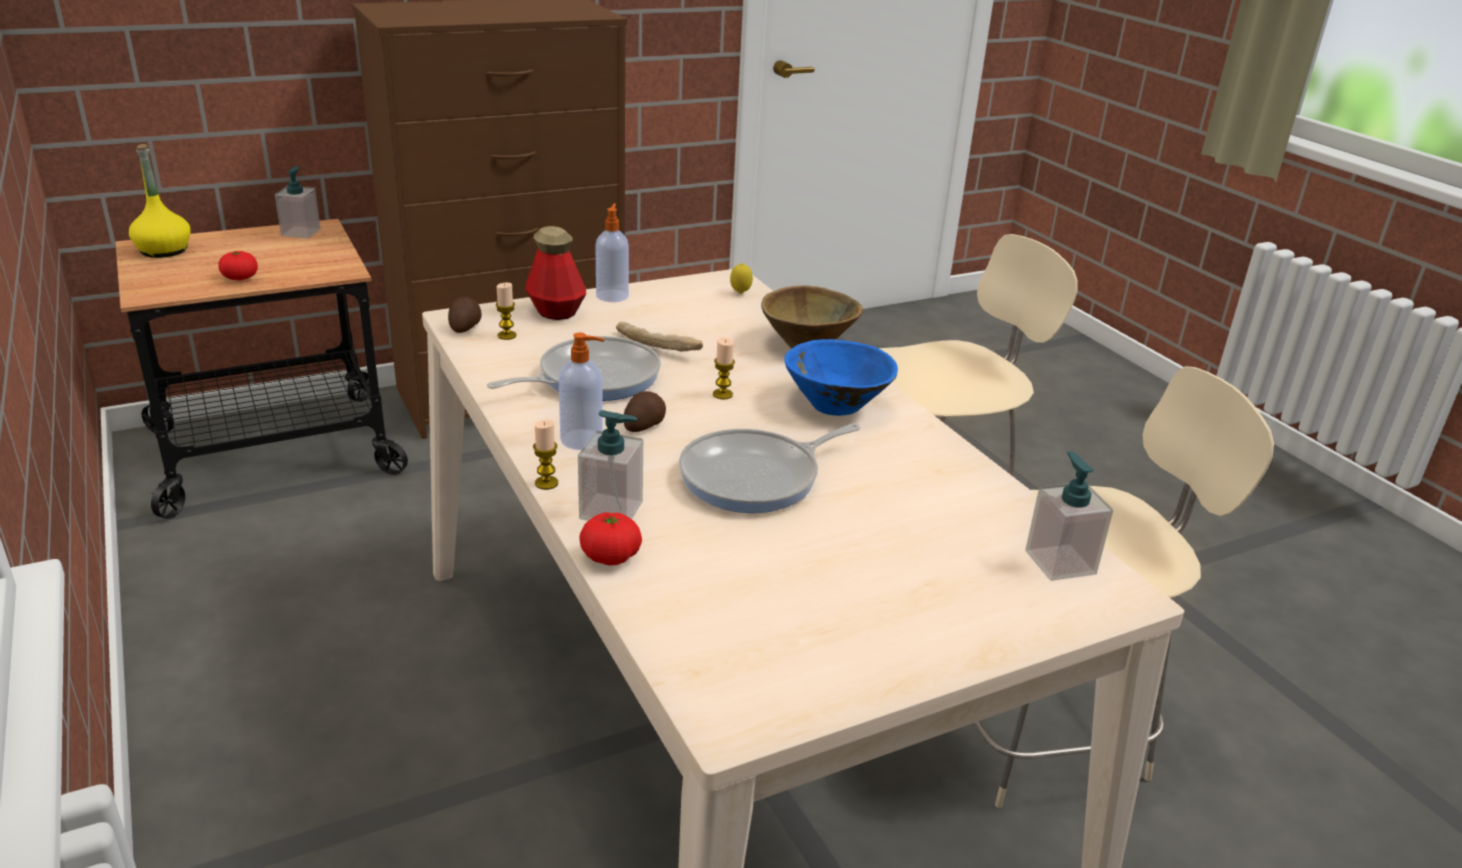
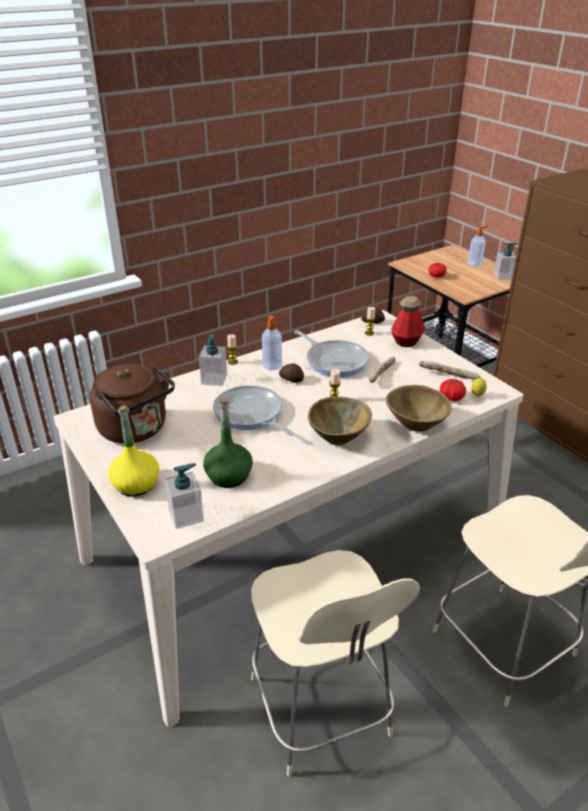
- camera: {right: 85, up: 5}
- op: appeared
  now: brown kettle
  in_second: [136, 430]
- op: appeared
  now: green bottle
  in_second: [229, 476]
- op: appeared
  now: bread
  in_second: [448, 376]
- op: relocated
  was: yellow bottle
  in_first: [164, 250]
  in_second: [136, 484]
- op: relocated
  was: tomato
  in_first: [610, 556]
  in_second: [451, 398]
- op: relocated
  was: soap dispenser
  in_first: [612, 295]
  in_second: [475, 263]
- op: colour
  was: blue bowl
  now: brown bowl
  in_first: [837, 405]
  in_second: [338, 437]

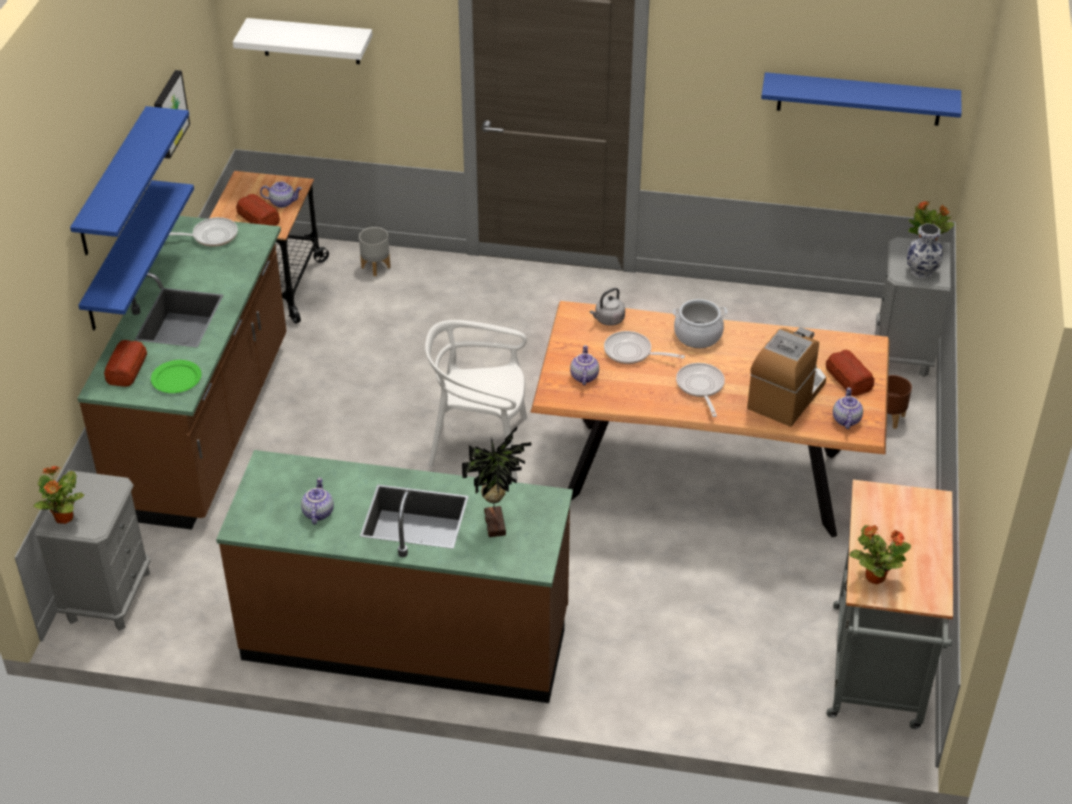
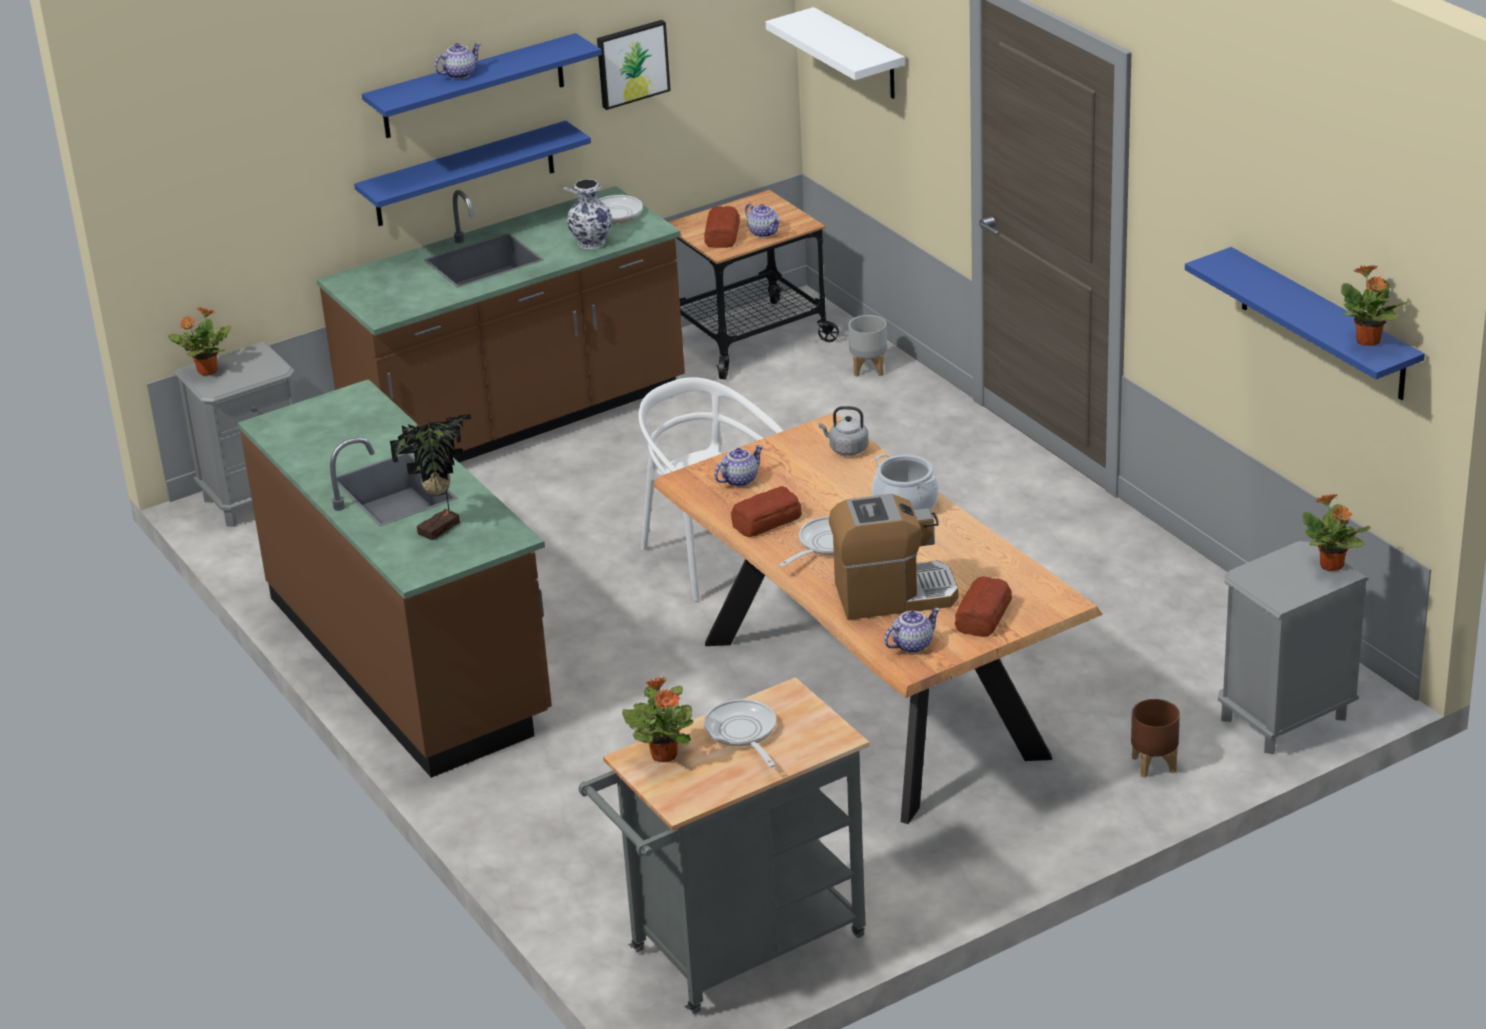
- camera: {right: 50, up: -10}
- op: missing
  was: green plate
  in_first: [176, 378]
- op: appeared
  now: potted plant
  in_second: [1368, 341]
- op: relocated
  was: bread
  in_first: [126, 369]
  in_second: [765, 521]
- op: relocated
  was: teapot
  in_first: [317, 512]
  in_second: [459, 74]
- op: relocated
  was: frying pan
  in_first: [632, 353]
  in_second: [742, 733]
- op: relocated
  was: vase
  in_first: [921, 271]
  in_second: [591, 242]

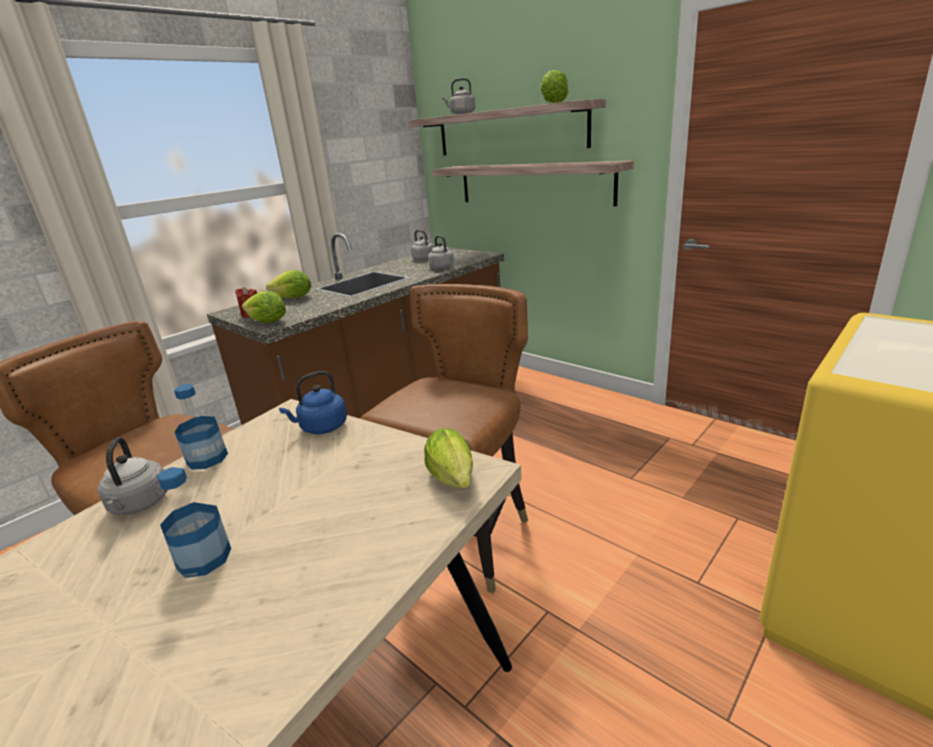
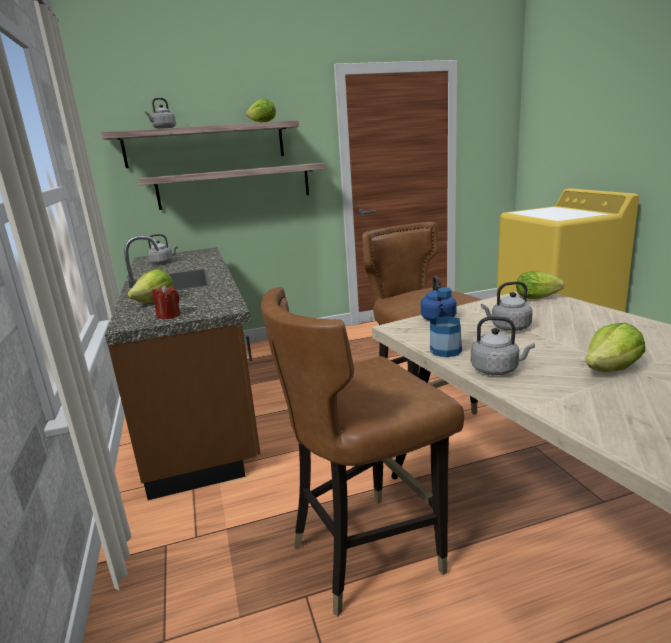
- camera: {right: -60, up: -5}
- op: missing
  was: bottle
  in_first: [204, 558]
- op: relocated
  was: lettuce
  in_first: [267, 322]
  in_second: [611, 370]
- op: relocated
  was: grey kettle
  in_first: [441, 267]
  in_second: [508, 327]

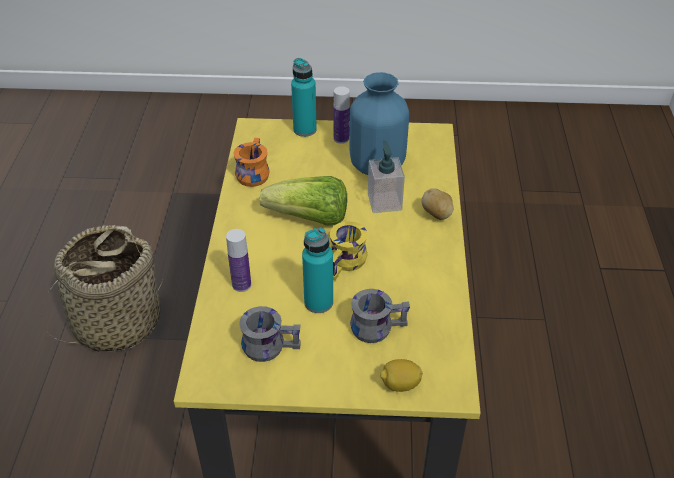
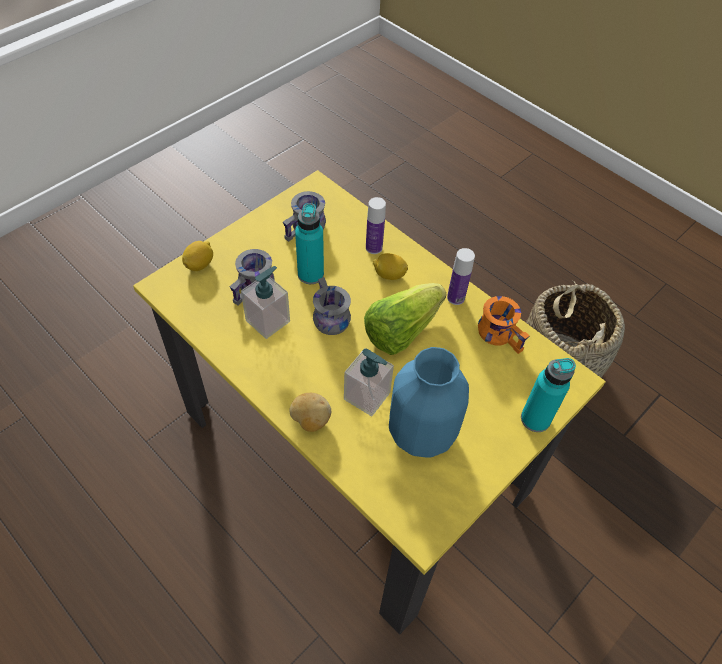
- camera: {right: 130, up: 10}
- op: appeared
  now: soap dispenser
  in_second: [268, 321]
- op: appeared
  now: lemon
  in_second: [389, 275]
- op: relocated
  was: bottle
  in_first: [341, 138]
  in_second: [455, 298]
- op: colour
  was: yellow mug
  now: grey mug
  in_first: [347, 263]
  in_second: [327, 317]

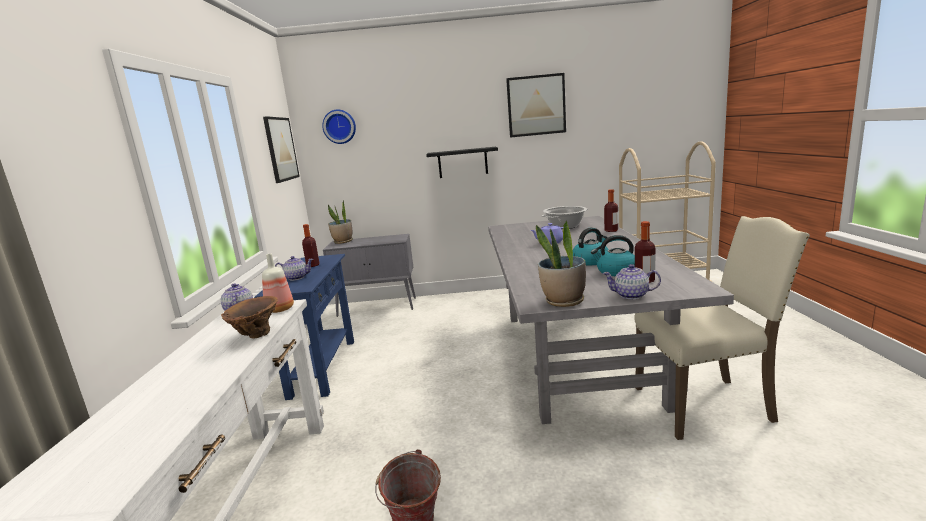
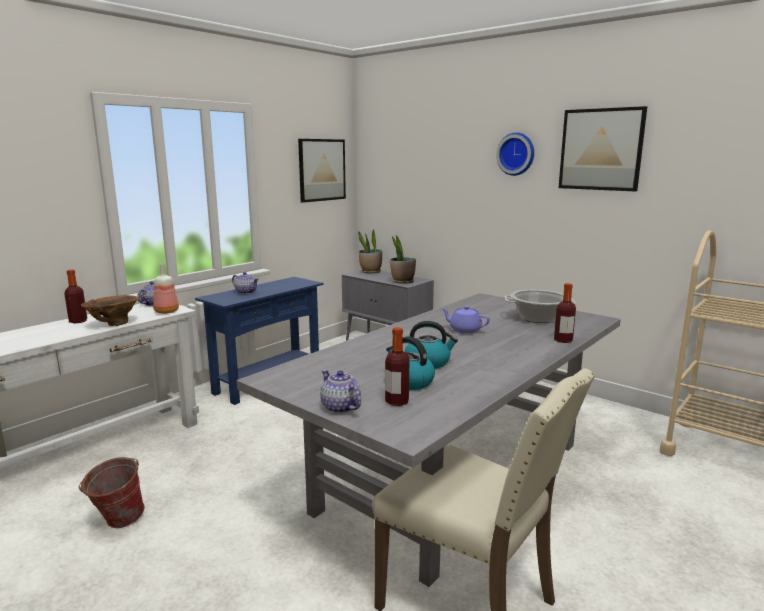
- camera: {right: 40, up: 0}
- op: missing
  was: black shelf
  in_first: [462, 162]
- op: relocated
  was: bottle
  in_first: [313, 265]
  in_second: [78, 321]
- op: relocated
  was: wall clock
  in_first: [339, 126]
  in_second: [516, 154]
- op: relocated
  was: potted plant
  in_first: [563, 301]
  in_second: [402, 281]

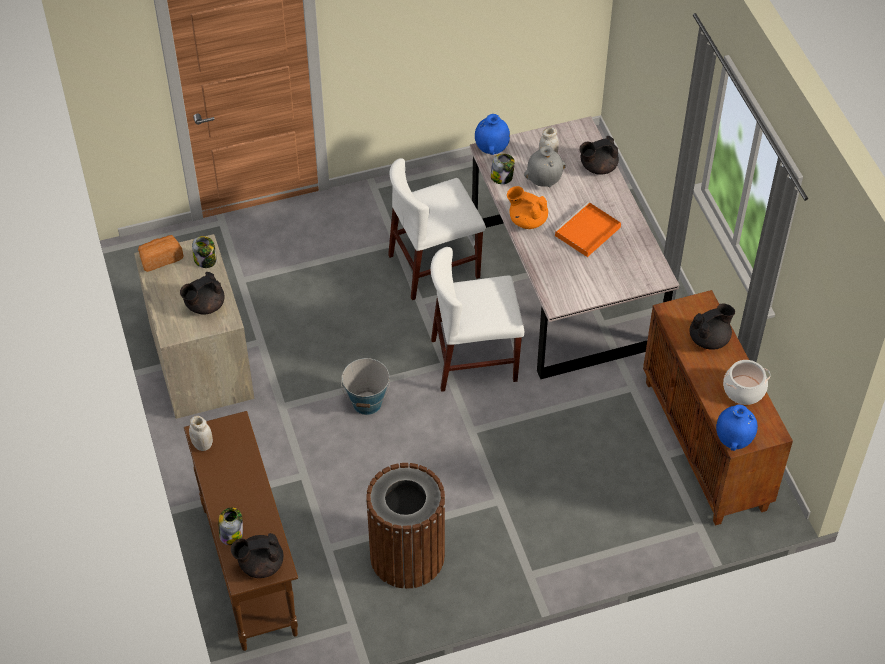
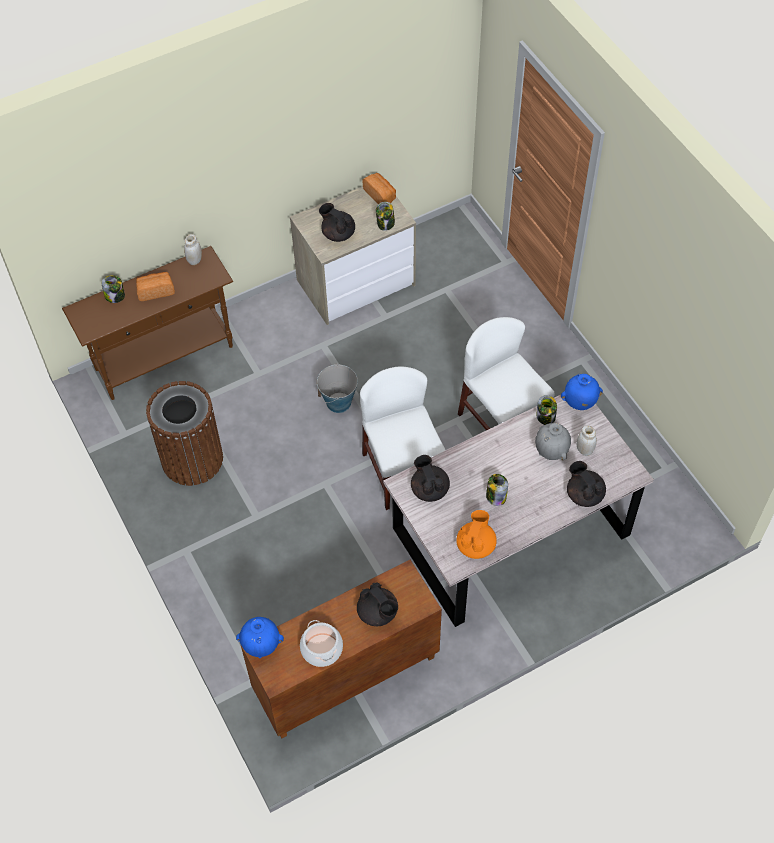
- camera: {right: 80, up: 5}
- op: appeared
  now: bread
  in_second: [155, 291]
- op: relocated
  was: black teapot
  in_first: [260, 564]
  in_second: [429, 489]
- op: relocated
  was: orange teapot
  in_first: [527, 220]
  in_second: [476, 545]
- op: exchanged
  was: orange tray
  now: jar
  in_first: [587, 232]
  in_second: [496, 496]

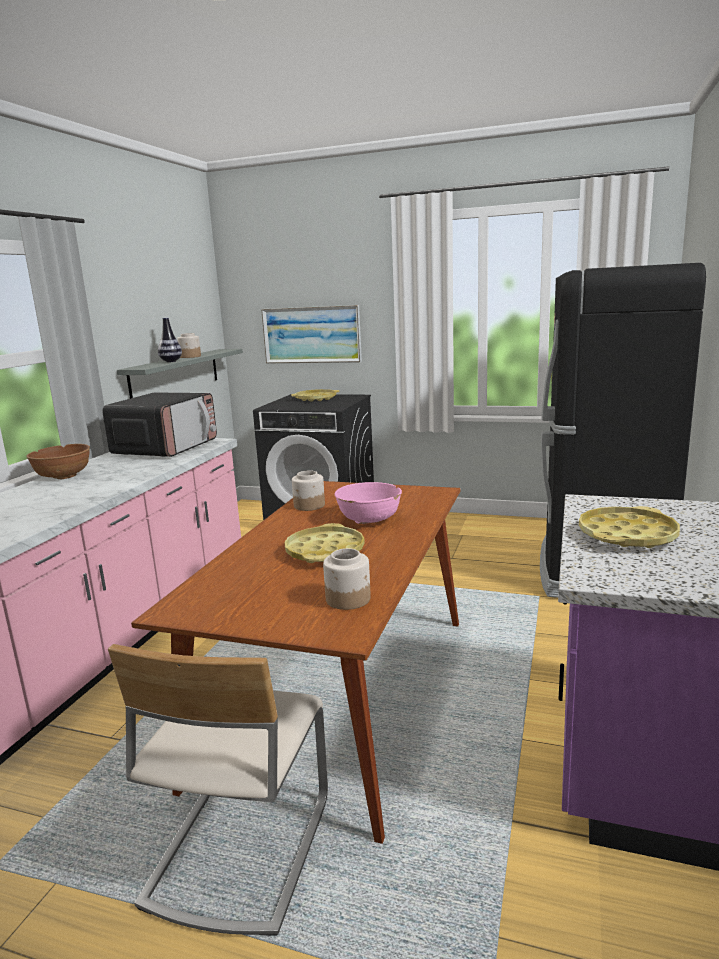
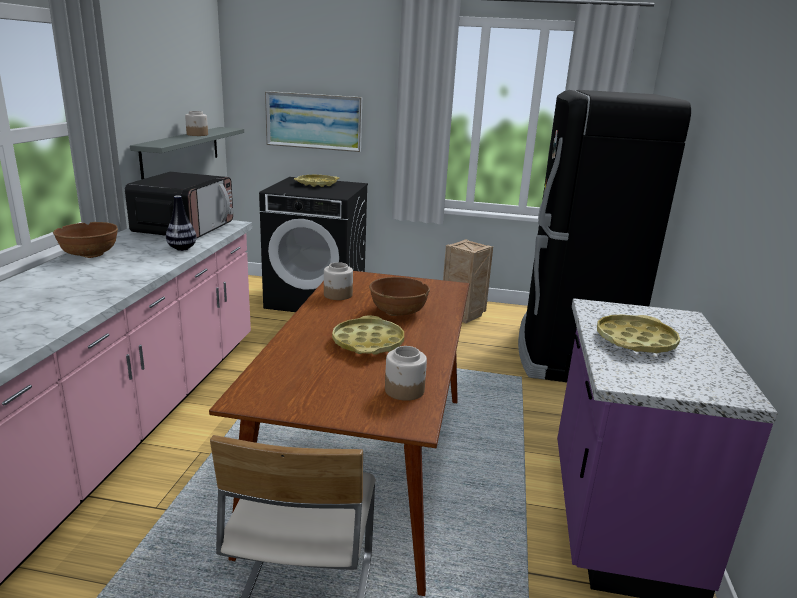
- camera: {right: -10, up: 5}
- op: appeared
  now: crate
  in_second: [463, 315]
- op: relocated
  was: vase
  in_first: [171, 361]
  in_second: [182, 248]
- op: colour
  was: pink bowl
  now: brown bowl
  in_first: [369, 520]
  in_second: [398, 312]

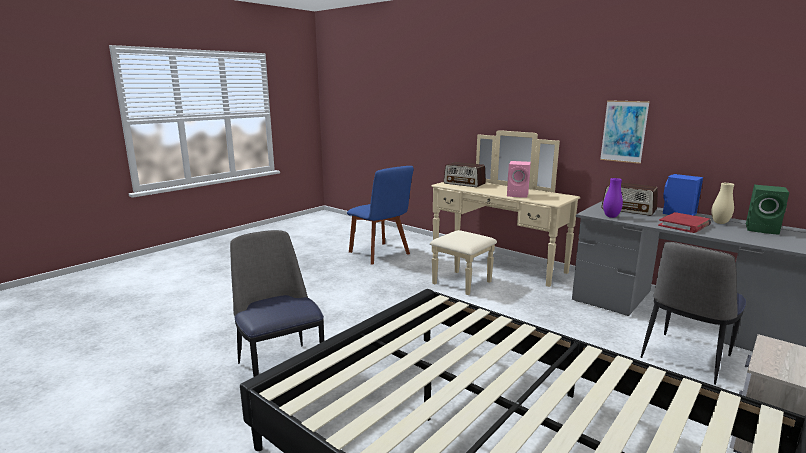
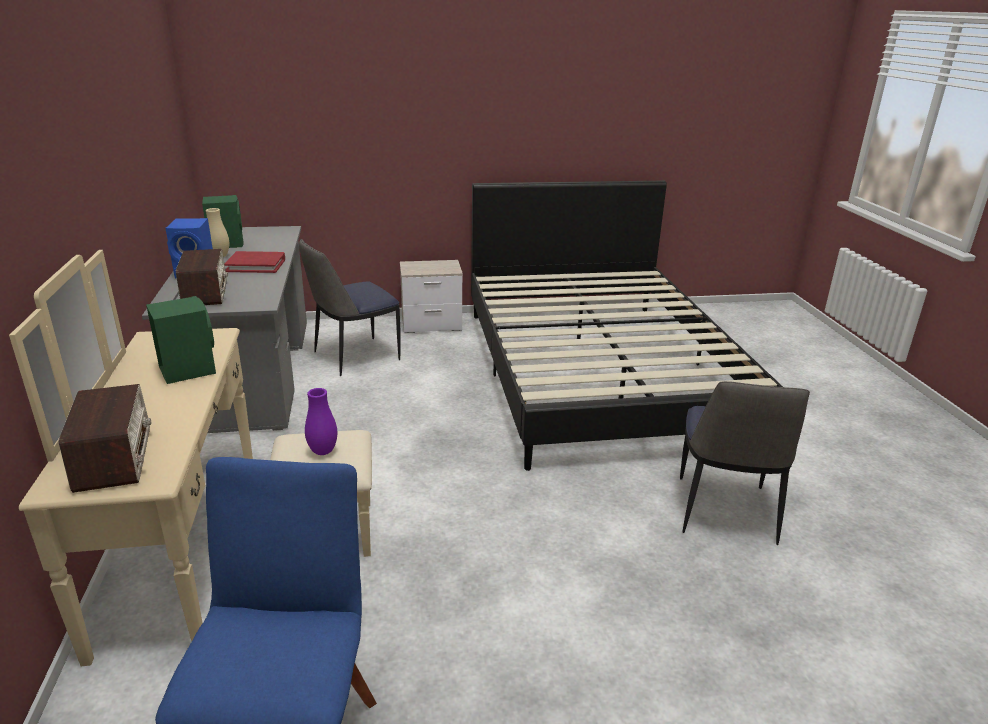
- camera: {right: -140, up: 10}
- op: missing
  was: picture
  in_first: [624, 131]
- op: relocated
  was: purple vase
  in_first: [611, 216]
  in_second: [323, 451]
- op: colour
  was: pink speaker
  now: green speaker
  in_first: [518, 195]
  in_second: [188, 369]
- op: spun
  was: chair
  in_first: [685, 358]
  in_second: [354, 357]
  clockwise: 150

